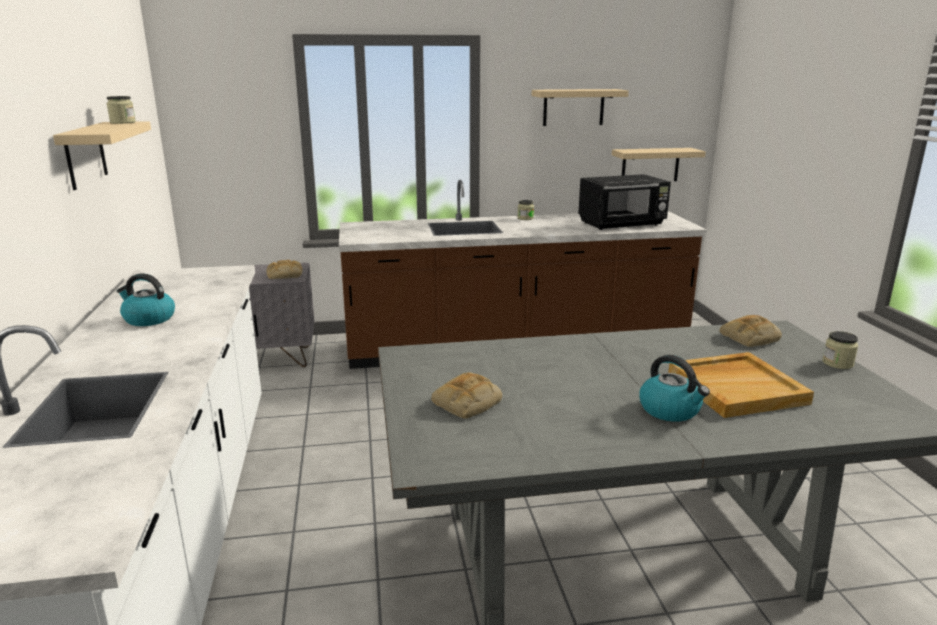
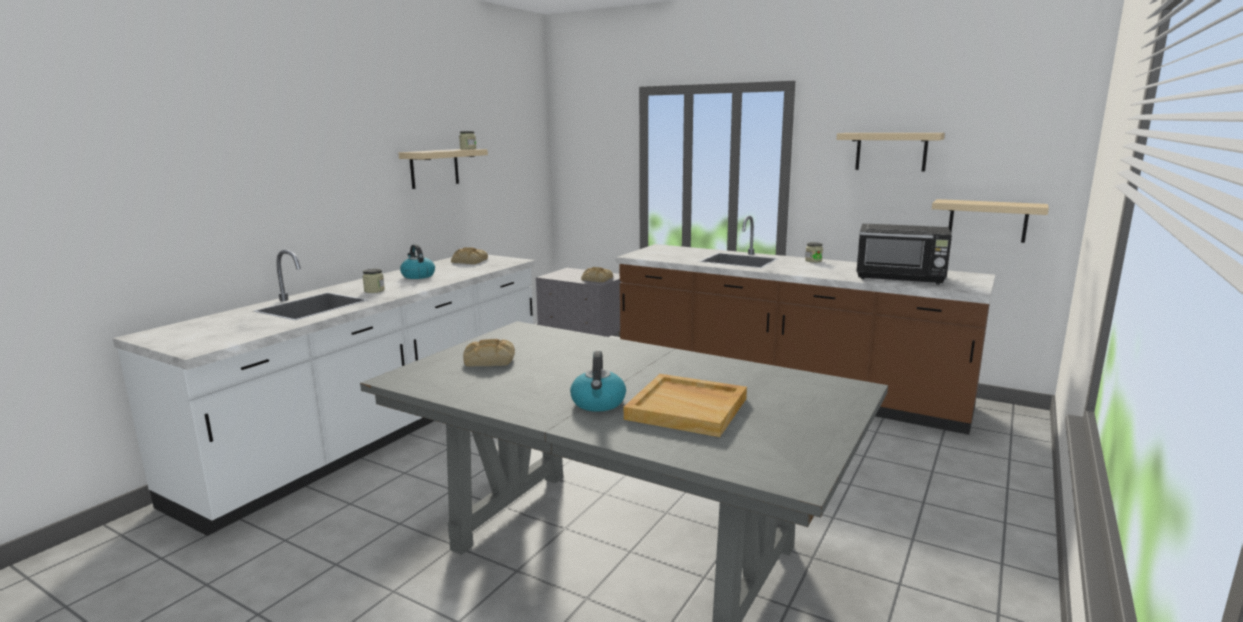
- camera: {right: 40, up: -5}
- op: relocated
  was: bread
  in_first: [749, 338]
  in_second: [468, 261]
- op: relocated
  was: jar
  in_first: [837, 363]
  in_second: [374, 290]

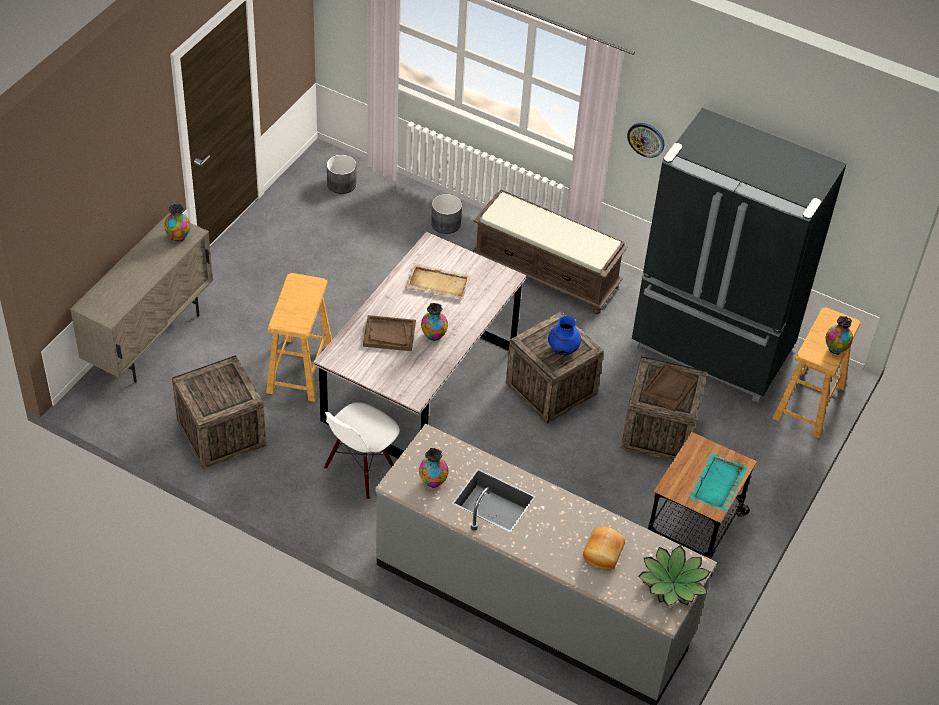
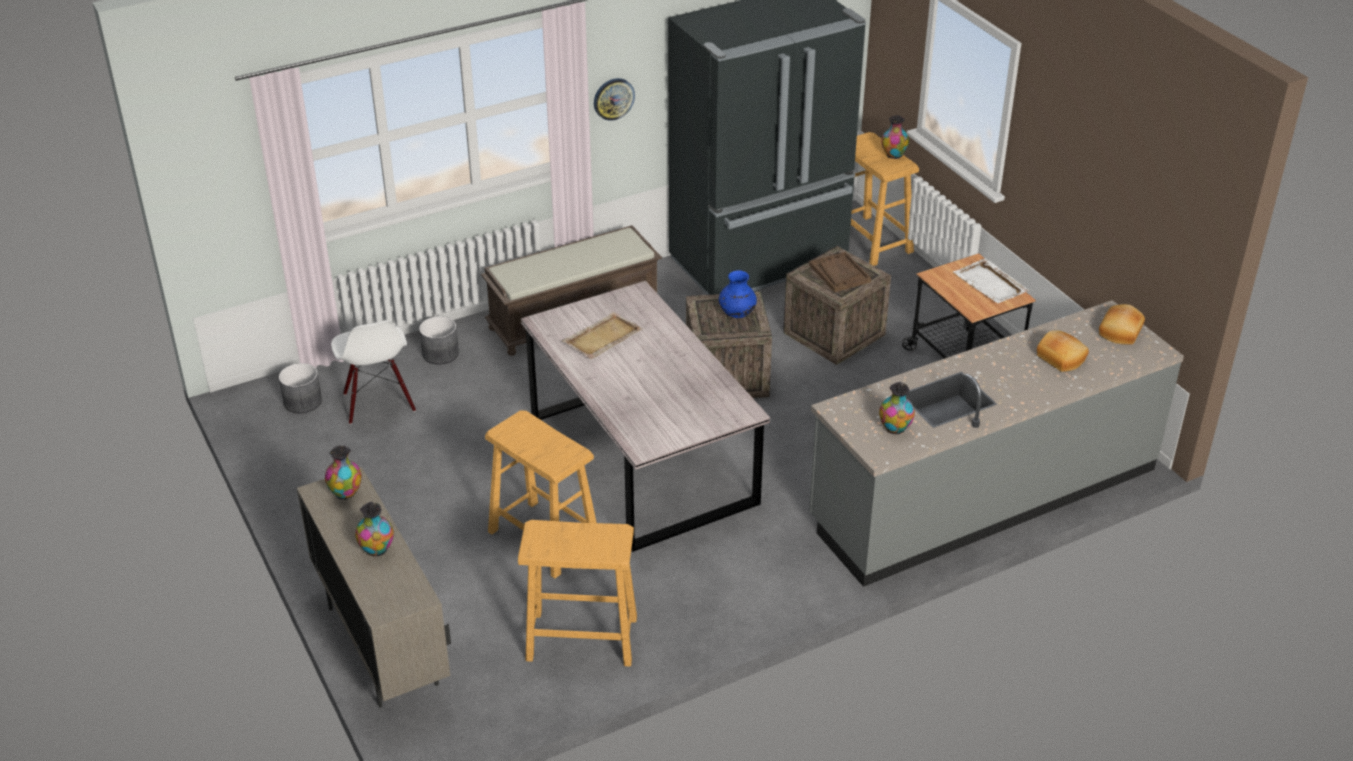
- camera: {right: -55, up: -10}
- op: missing
  was: brown tray
  in_first: [389, 334]
- op: relocated
  was: white chair
  in_first: [360, 470]
  in_second: [378, 403]
- op: relocated
  was: vase
  in_first: [433, 335]
  in_second: [377, 550]
- op: exchanged
  was: crate
  now: beige stool
  in_first: [221, 433]
  in_second: [582, 638]
- op: exchanged
  was: potted plant
  now: bread
  in_first: [672, 582]
  in_second: [1121, 332]
- op: colour
  was: turquoise tray
  now: white tray
  in_first: [717, 484]
  in_second: [990, 284]

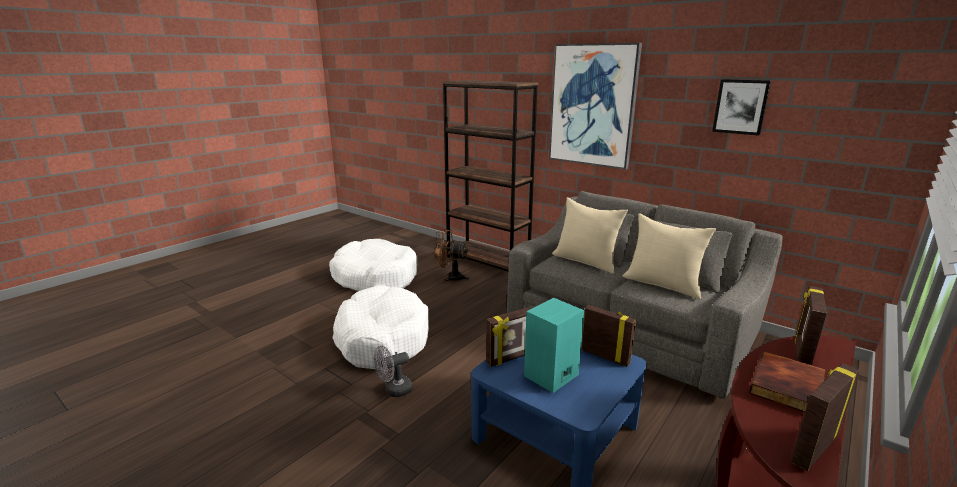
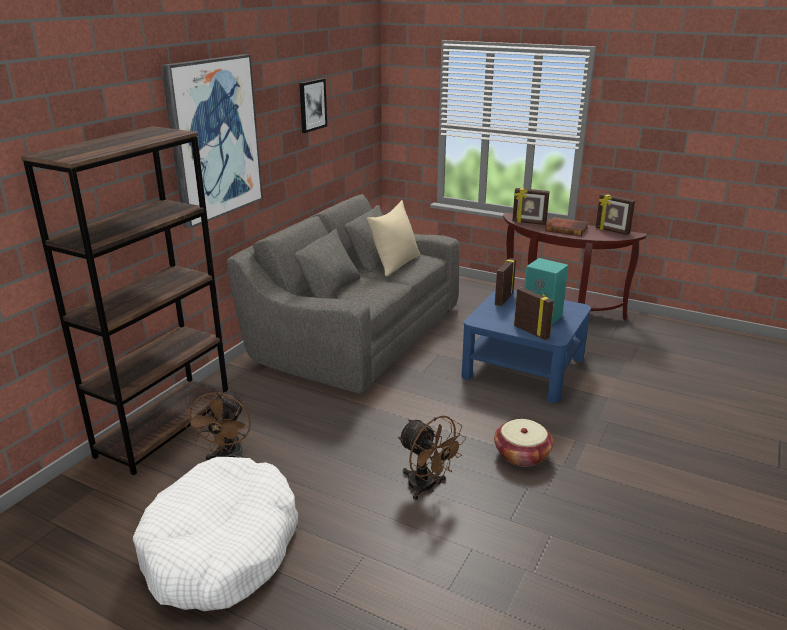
- camera: {right: -100, up: 5}
- op: missing
  was: beige pillow
  in_first: [586, 261]
- op: exchanged
  was: white dog bed
  now: brown fan
  in_first: [382, 339]
  in_second: [427, 487]
- op: exchanged
  was: grey fan
  now: basket
  in_first: [394, 391]
  in_second: [522, 455]

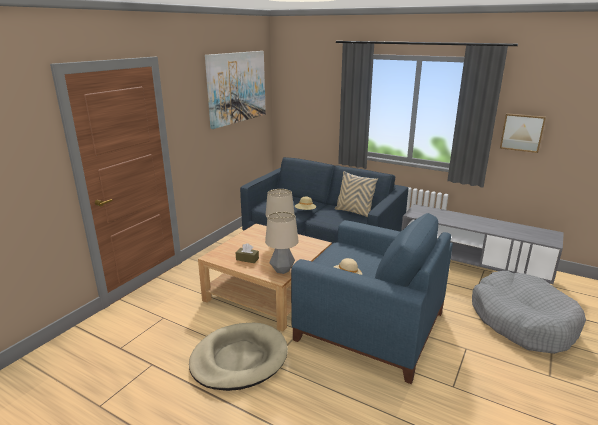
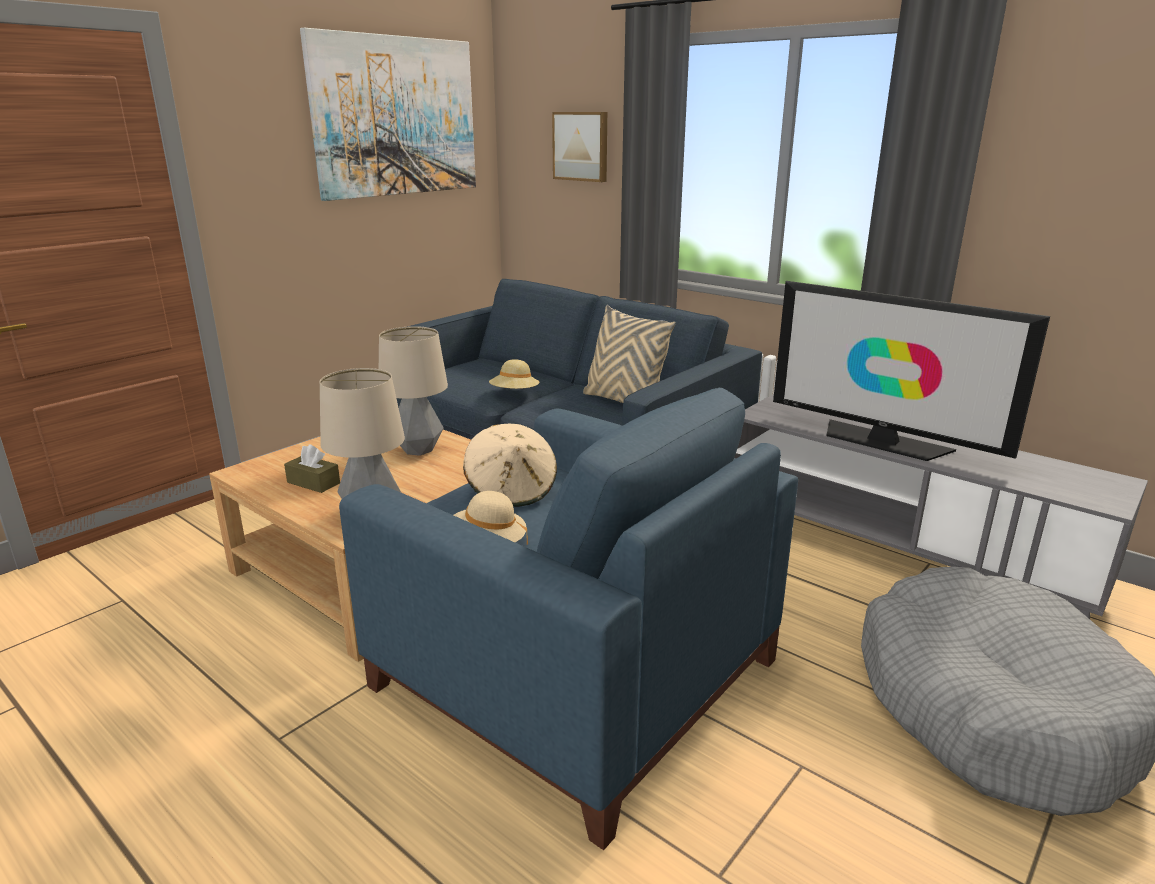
- camera: {right: 10, up: 0}
- op: missing
  was: beige dog bed
  in_first: [239, 359]
- op: appeared
  now: beige hat
  in_second: [511, 490]
- op: appeared
  now: television
  in_second: [882, 441]
- op: relocated
  was: picture
  in_first: [522, 132]
  in_second: [581, 146]

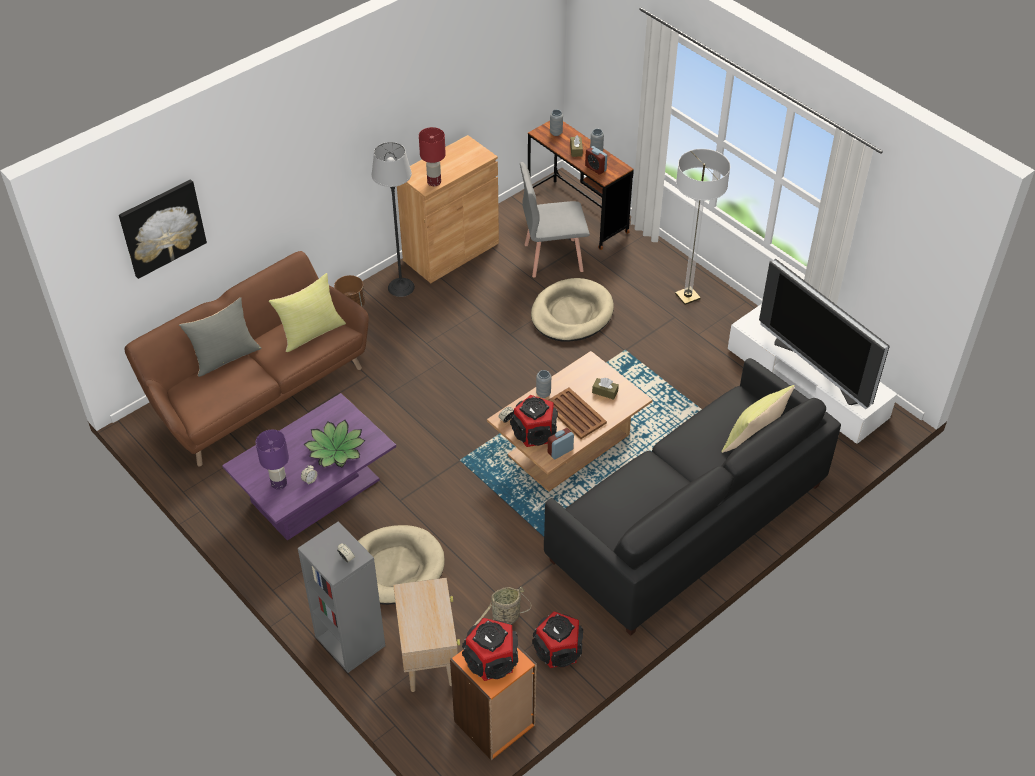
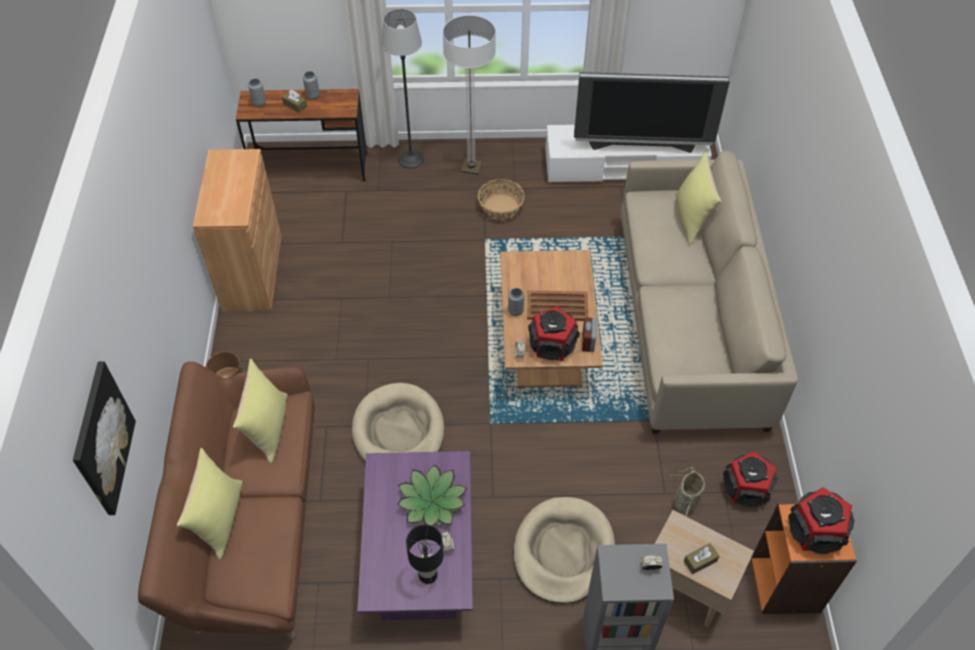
- camera: {right: -50, up: 5}
- op: missing
  was: red table lamp
  in_first: [433, 182]
- op: missing
  was: grey chair
  in_first: [552, 257]
- op: missing
  was: alarm clock
  in_first: [595, 168]
- op: appeared
  now: basket
  in_second: [501, 207]
- op: relocated
  was: floor lamp
  in_first: [401, 287]
  in_second: [411, 159]
- op: relocated
  was: beige dog bed
  in_first: [571, 313]
  in_second: [398, 432]
- op: relocated
  was: brown tissue box
  in_first: [605, 392]
  in_second: [700, 561]
- op: colour
  was: grey pillow
  now: yellow pillow
  in_first: [225, 357]
  in_second: [219, 519]
- op: colour
  was: purple table lamp
  now: black table lamp
  in_first: [279, 483]
  in_second: [428, 575]
- op: colour
  was: black sofa
  now: beige sofa
  in_first: [687, 523]
  in_second: [691, 322]

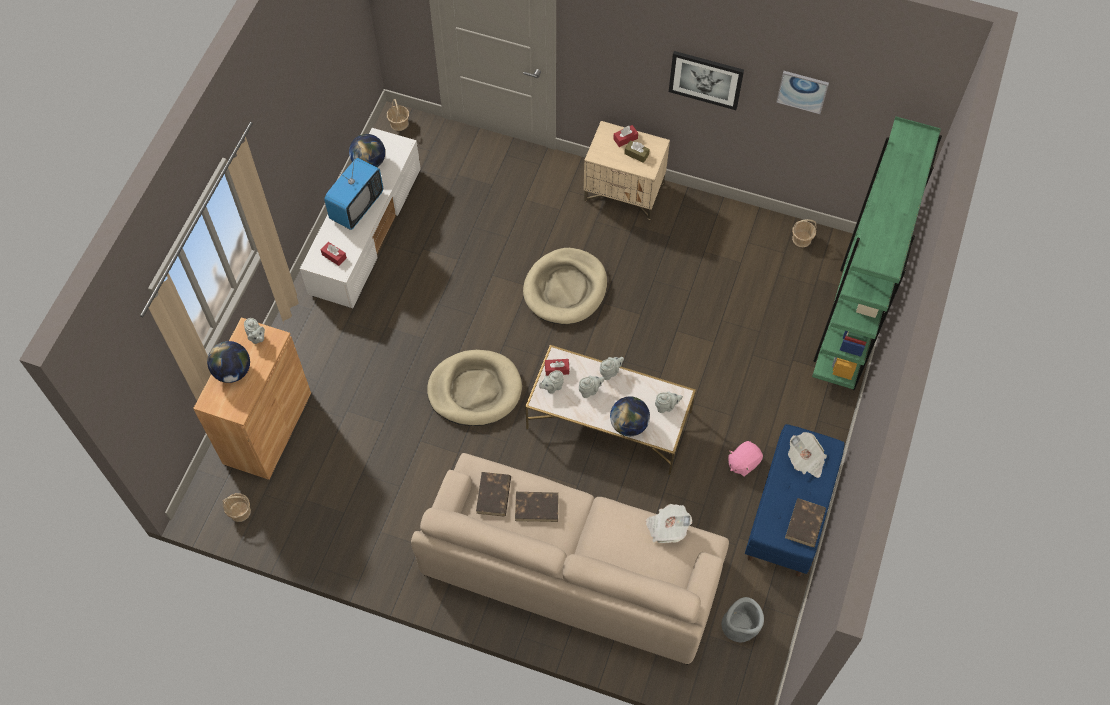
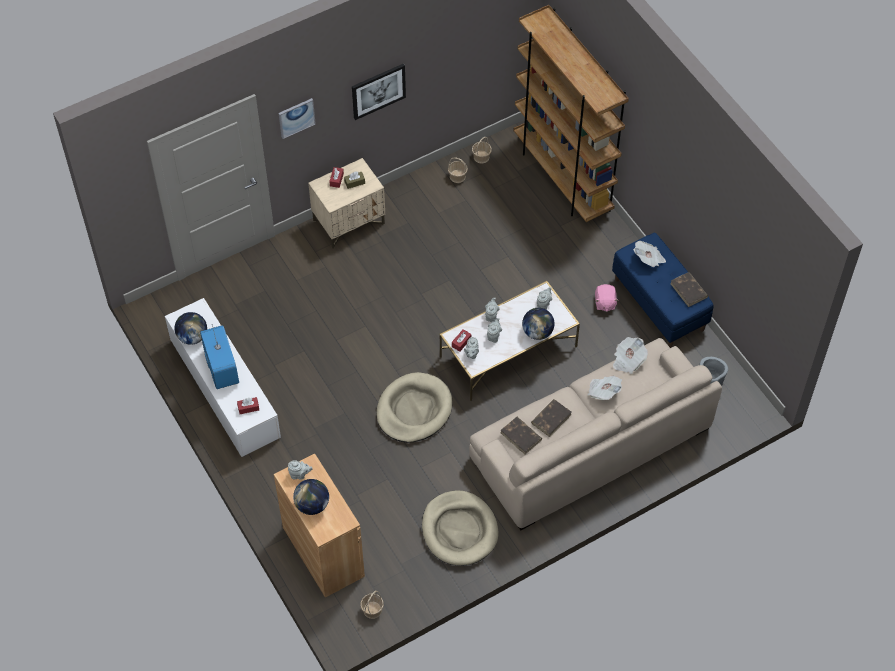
- camera: {right: -50, up: -5}
- op: appeared
  now: newspaper
  in_second: [603, 392]
- op: relocated
  was: basket
  in_first: [399, 123]
  in_second: [457, 176]
- op: relocated
  was: beige dog bed
  in_first: [565, 288]
  in_second: [459, 530]
- op: relocated
  was: picture
  in_first: [802, 91]
  in_second: [296, 117]
- op: colour
  was: green bookcase
  now: brown bookcase
  in_first: [849, 321]
  in_second: [562, 177]

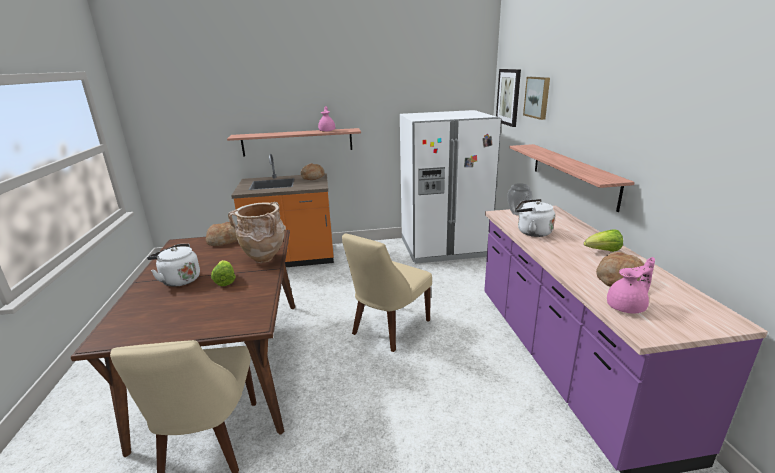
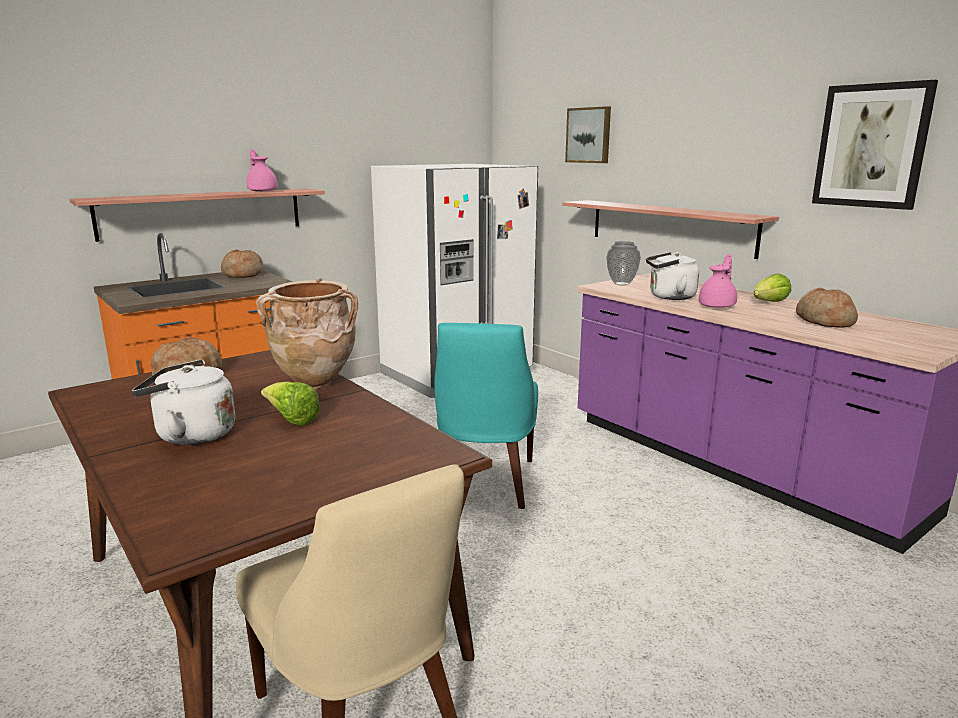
- camera: {right: -30, up: -5}
- op: relocated
  was: picture
  in_first: [508, 97]
  in_second: [871, 146]
- op: relocated
  was: pink teapot
  in_first: [627, 307]
  in_second: [718, 306]
- op: colour
  was: beige chair
  now: turquoise chair
  in_first: [388, 328]
  in_second: [485, 483]

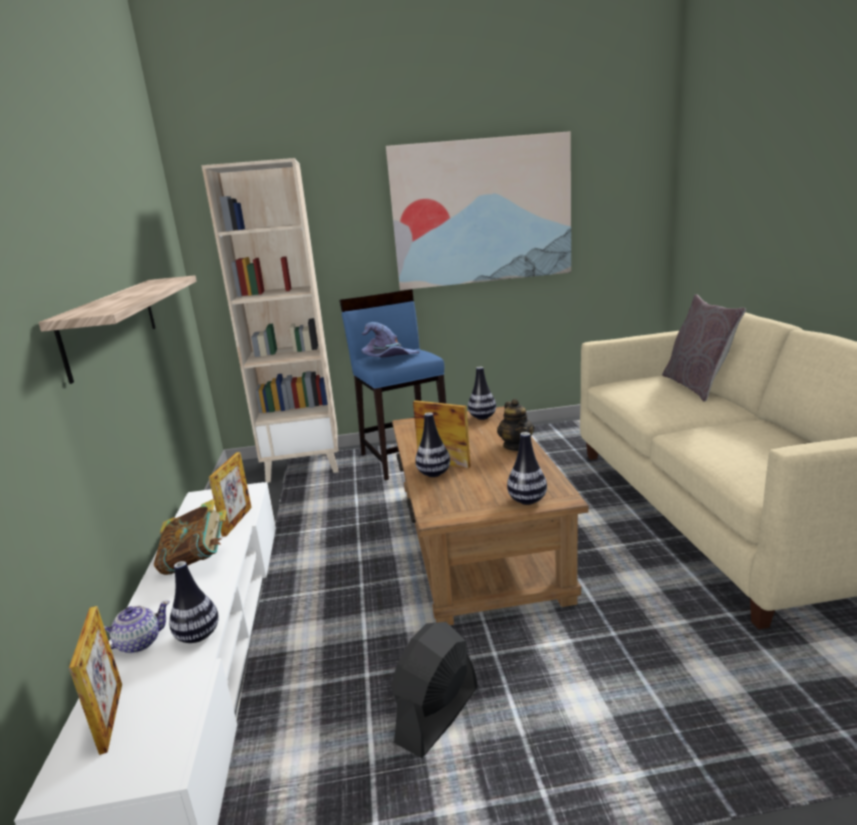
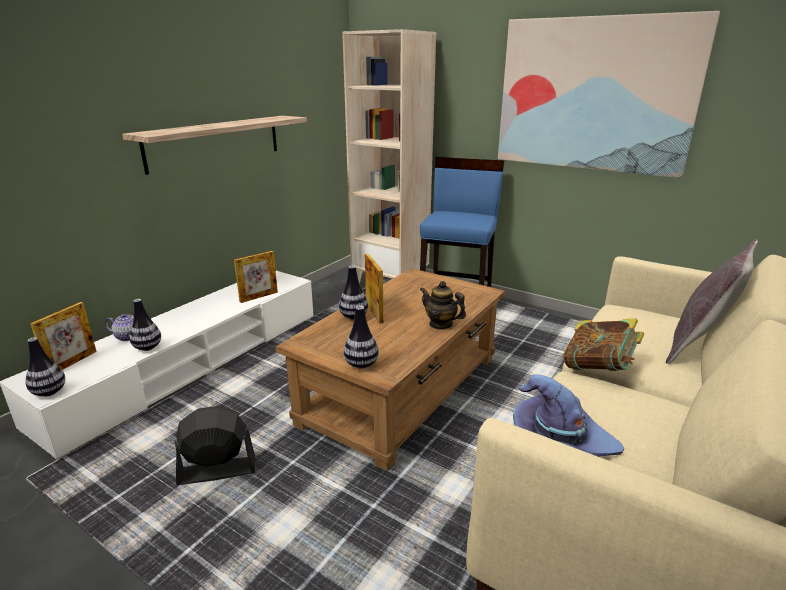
- camera: {right: 40, up: 5}
- op: relocated
  was: book
  in_first: [197, 561]
  in_second: [598, 368]
- op: relocated
  was: purple hat
  in_first: [389, 358]
  in_second: [560, 439]
- op: relocated
  was: vase
  in_first: [482, 417]
  in_second: [49, 392]
- op: spun
  was: teapot
  in_first: [516, 446]
  in_second: [441, 324]
  clockwise: 90

